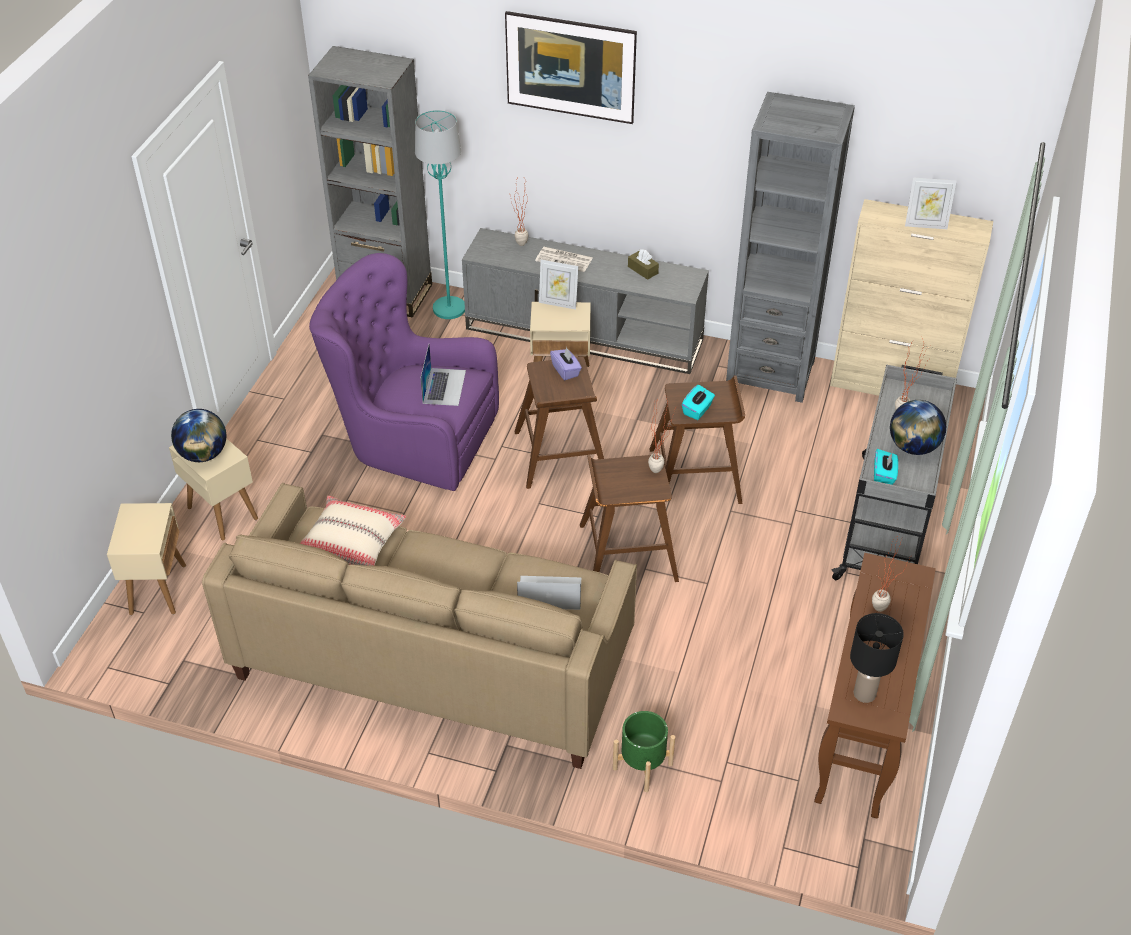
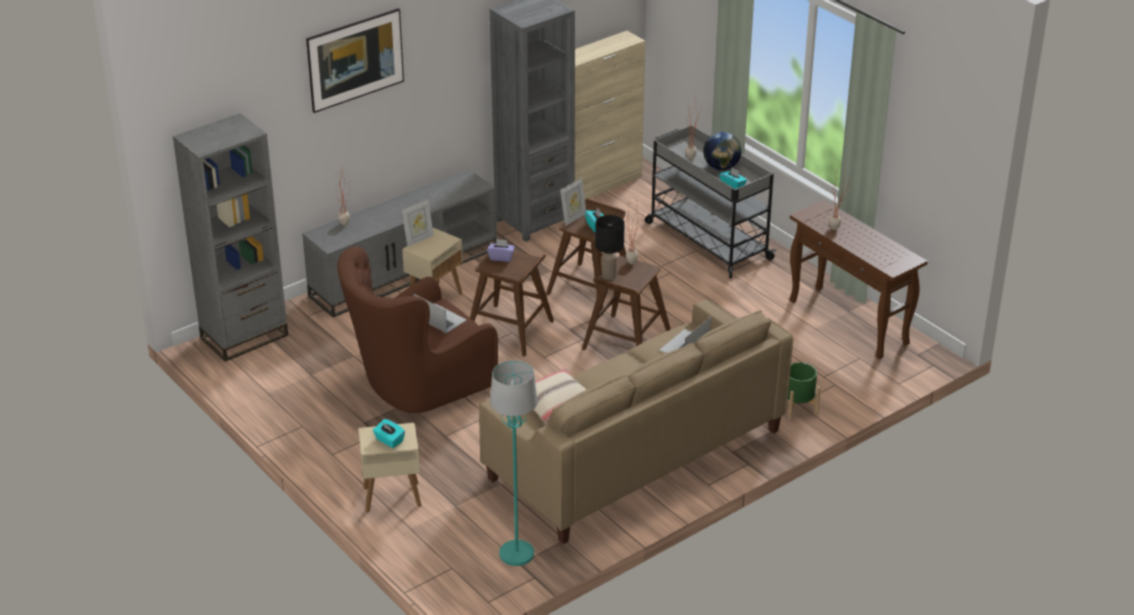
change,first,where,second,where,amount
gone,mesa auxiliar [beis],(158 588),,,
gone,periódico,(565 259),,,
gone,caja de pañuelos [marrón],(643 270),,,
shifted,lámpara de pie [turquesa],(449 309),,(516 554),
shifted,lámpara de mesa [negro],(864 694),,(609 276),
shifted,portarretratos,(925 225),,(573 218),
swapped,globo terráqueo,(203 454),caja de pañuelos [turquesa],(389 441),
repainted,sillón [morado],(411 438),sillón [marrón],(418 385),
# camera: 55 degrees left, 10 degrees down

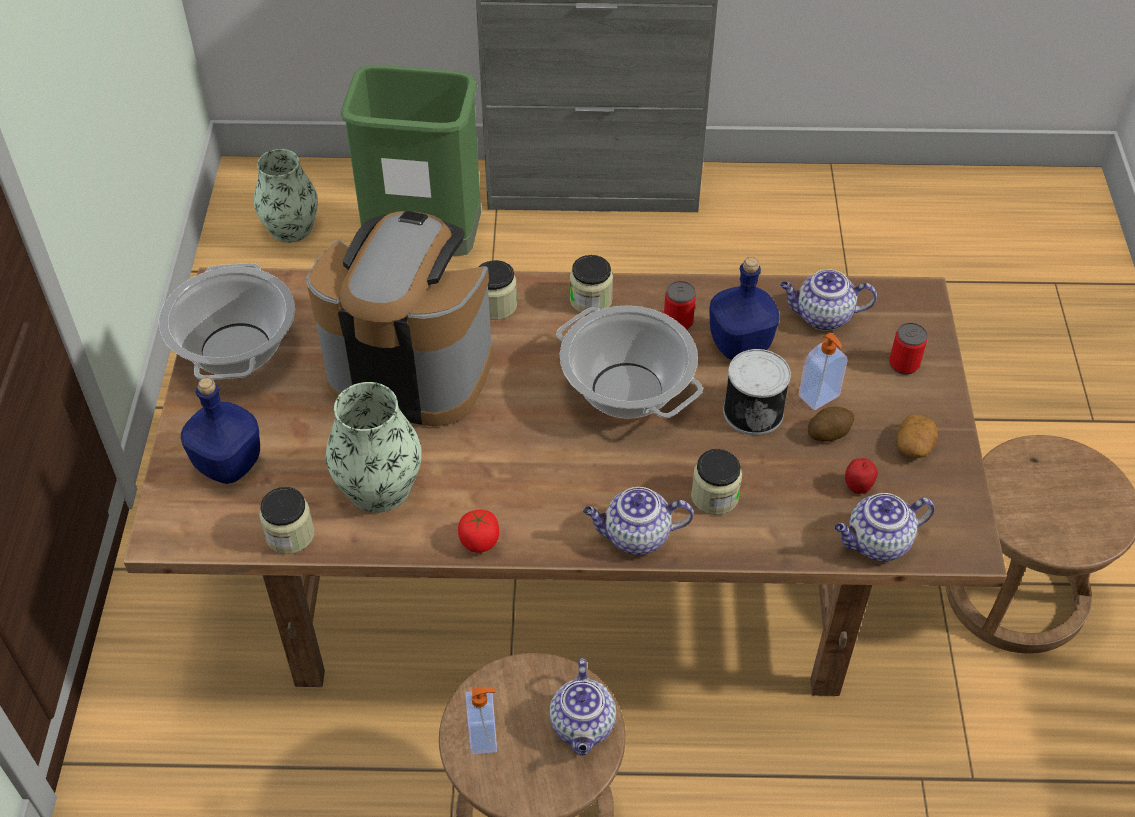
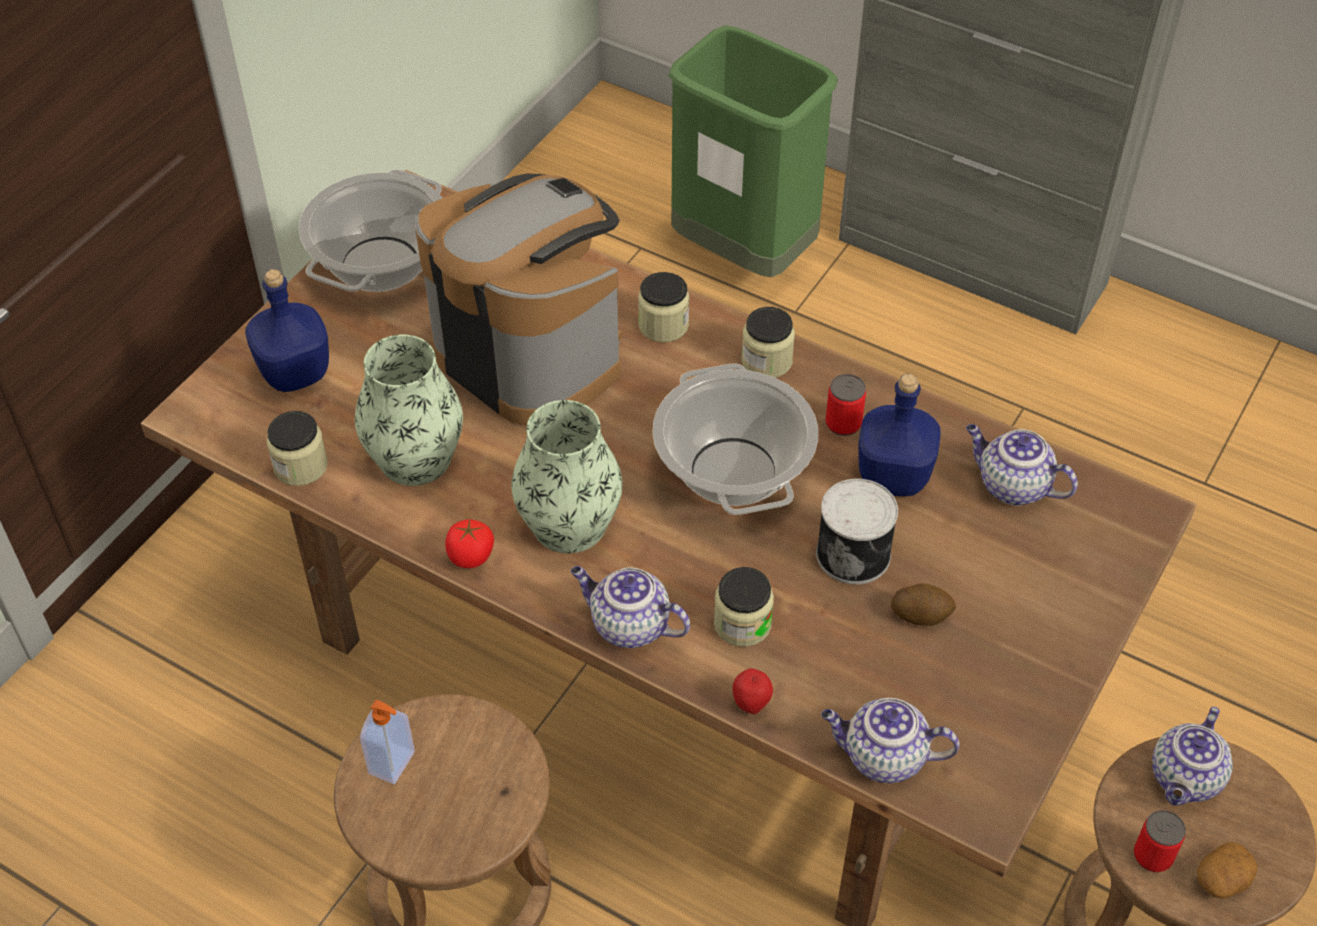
change,first,where,second,where,amount
gone,dispensador de jabón,(819 397),,,
shifted,florero,(291 227),,(569 523),
shifted,tetera,(583 726),,(1185 779),
shifted,manzana,(857 487),,(751 704),
shifted,lata,(904 364),,(1152 856),
shifted,patata,(914 446),,(1222 880),
# camera: 30 degrees right, 0 degrees up

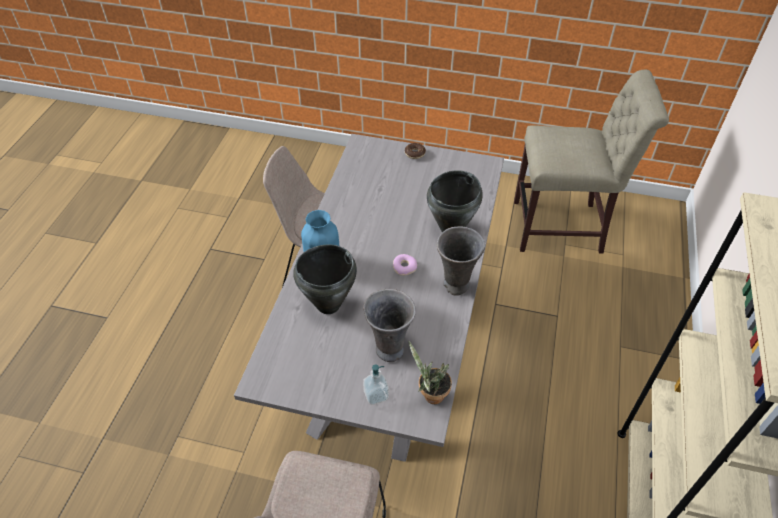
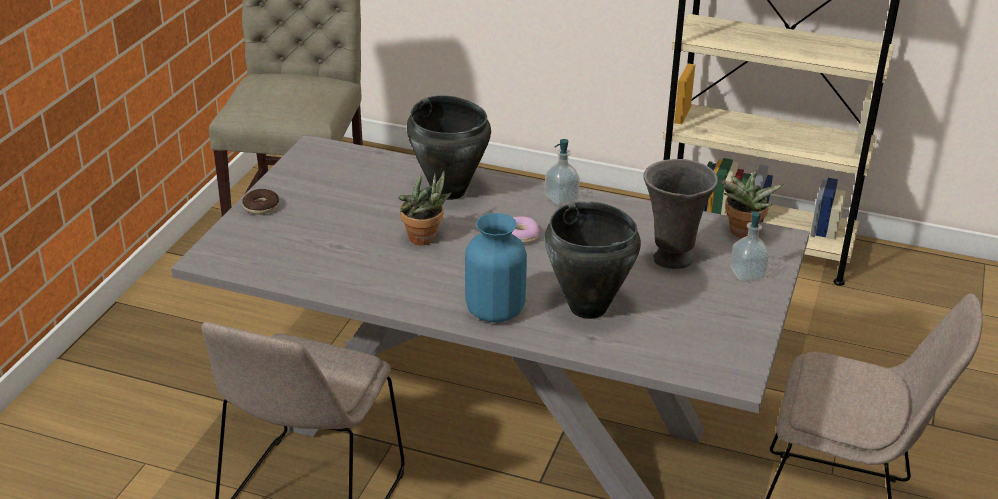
change,first,where,second,where,amount
new,,,planta en maceta,(425 240),
swapped,florero [gris],(456 286),dispensador de jabón,(561 198),
# camera: 85 degrees left, 15 degrees down

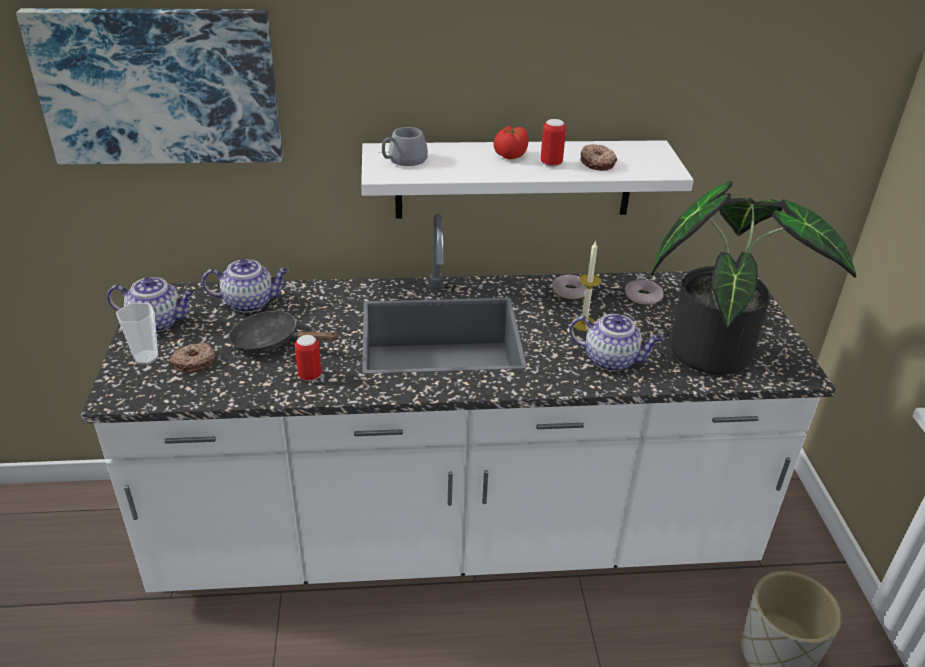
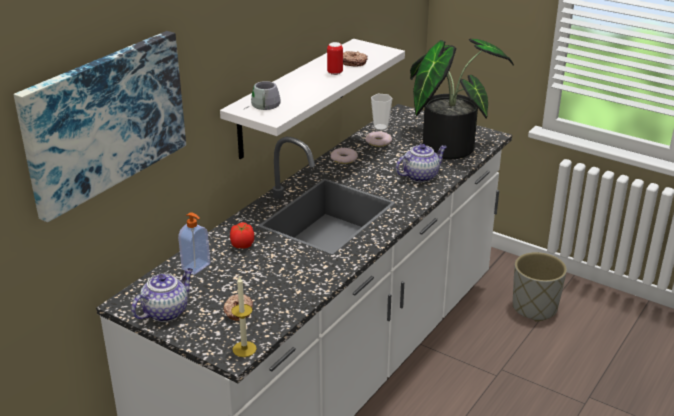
change,first,where,second,where,amount
gone,sartén [negro],(272 342),,,
gone,lata,(310 376),,,
shifted,taza,(146 357),,(380 127),
shifted,tomate,(510 156),,(242 245),
shifted,vela,(584 323),,(244 349),
swapped,tetera,(250 302),dispensador de jabón,(196 267),
# camera: 50 degrees left, 5 degrees down

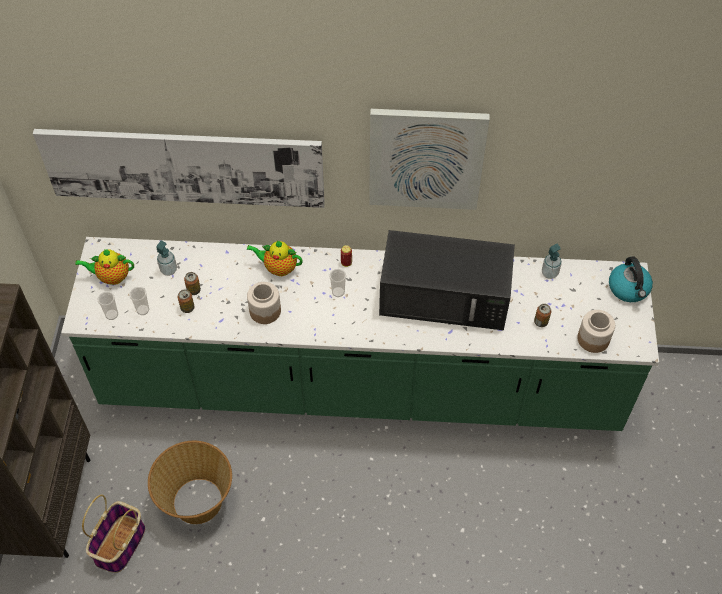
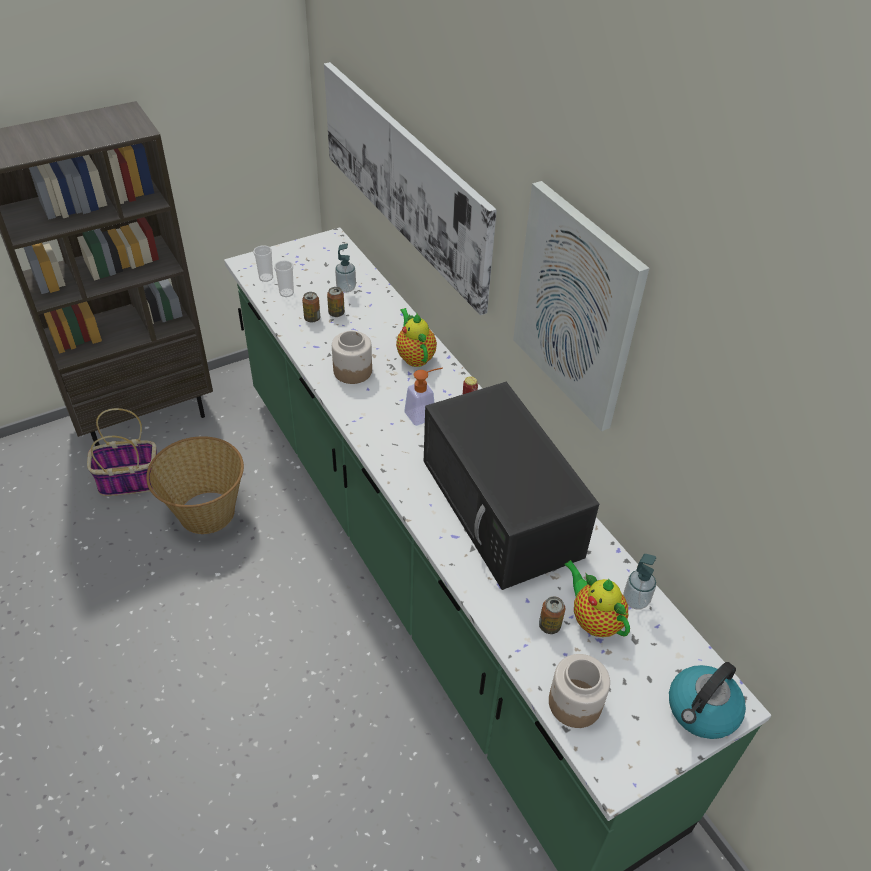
change,first,where,second,where,amount
shifted,tetera,(111 277),,(593 620),
swapped,taza,(338 292),dispensador de jabón,(424 414),
# camera: 55 degrees right, 10 degrees down

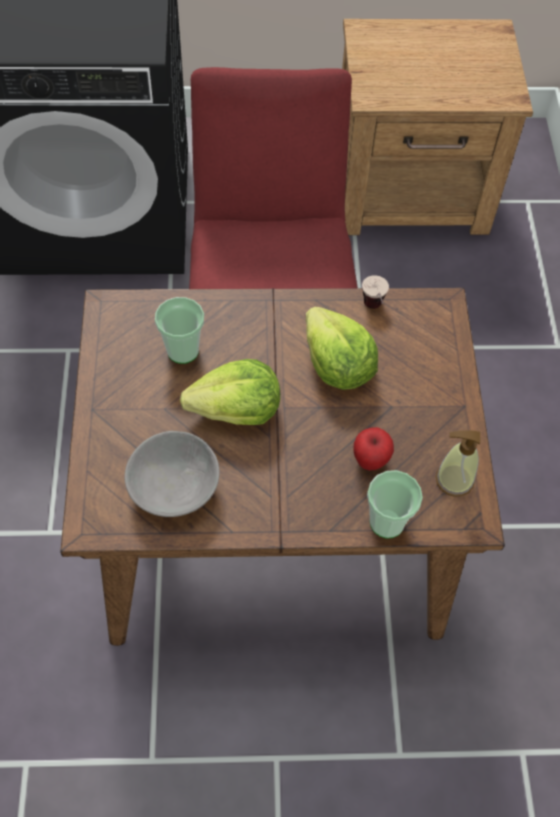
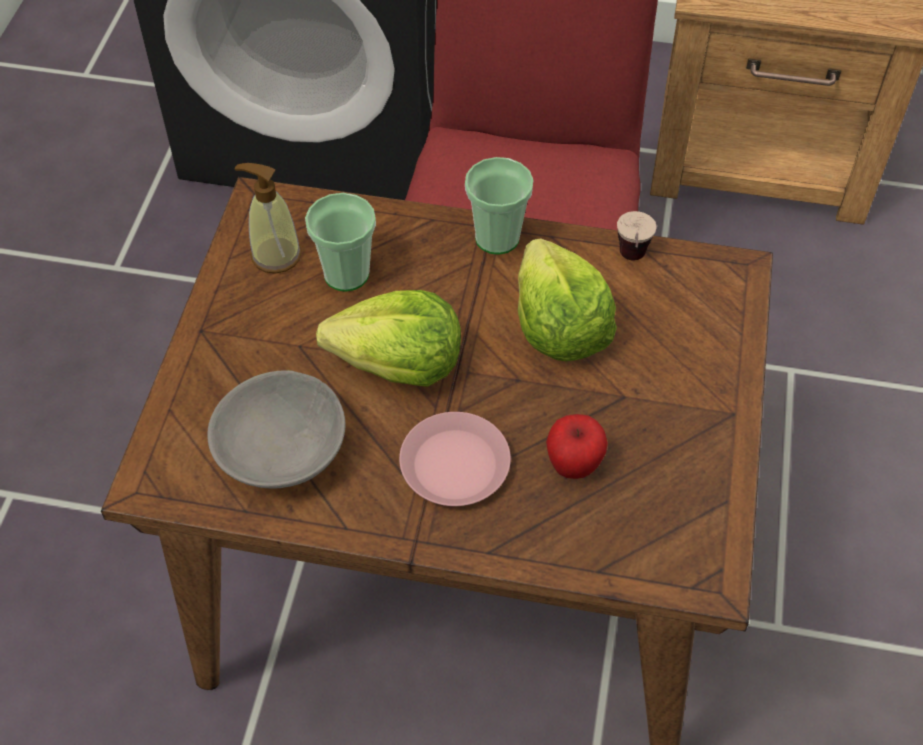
change,first,where,second,where,amount
new,,,plato [rosa],(454 466),
shifted,taza,(387 522),,(497 238),
shifted,dispensador de jabón,(454 480),,(275 255),
# camera: 15 degrees right, 5 degrees down

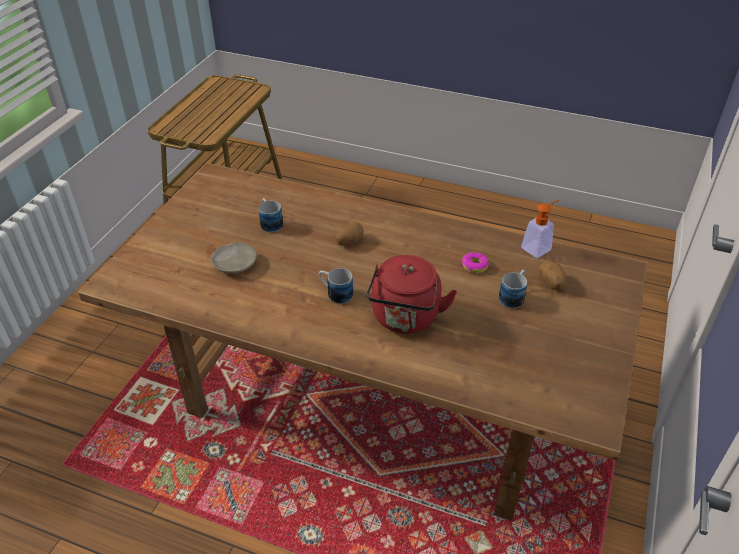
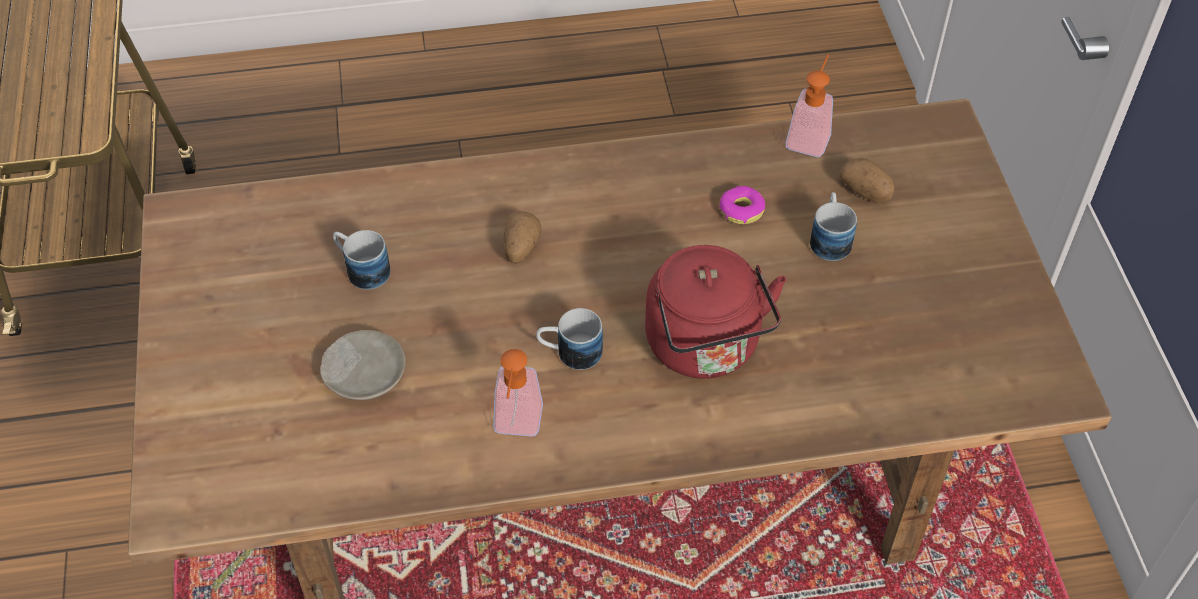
change,first,where,second,where,amount
new,,,dispensador de jabón,(517 427),
# camera: 30 degrees left, 10 degrees up

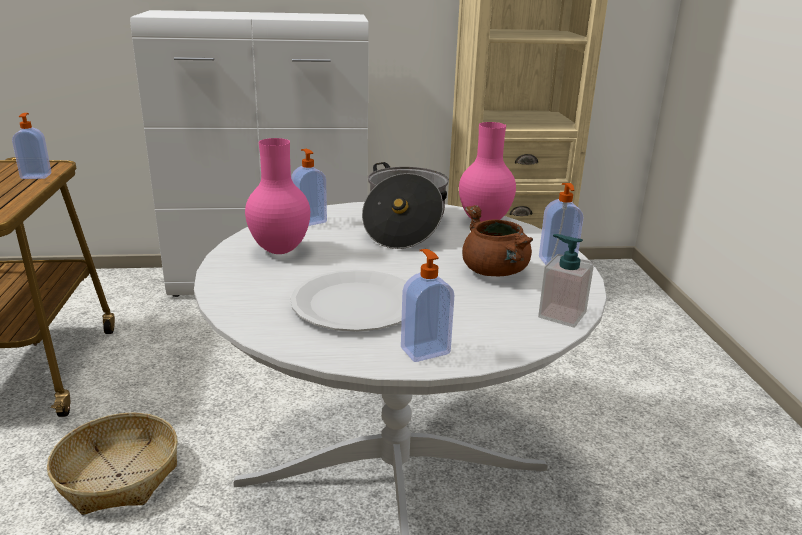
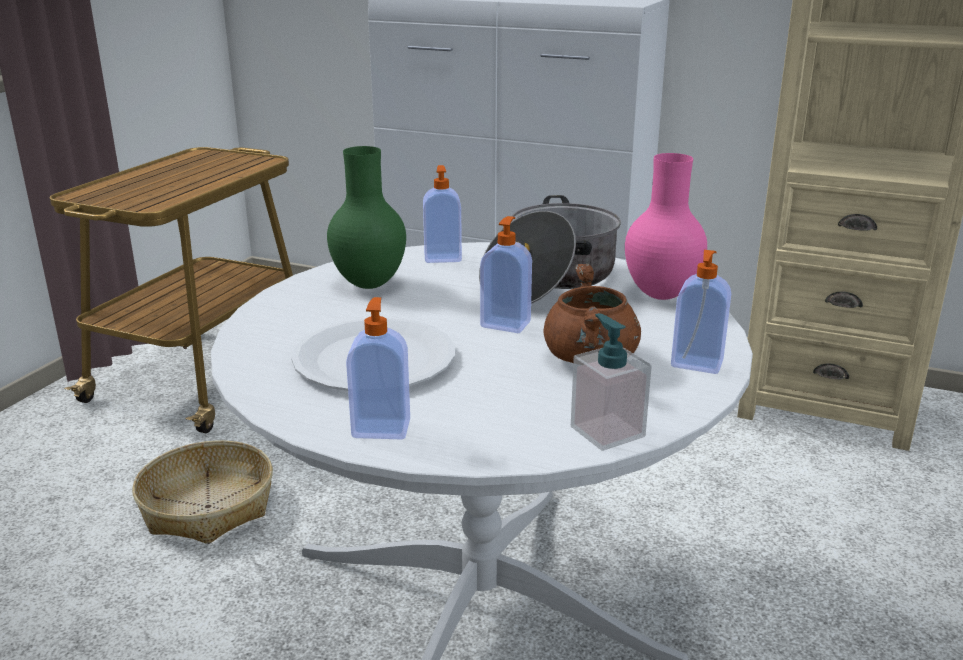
change,first,where,second,where,amount
shifted,dispensador de jabón,(36 176),,(506 324),
repainted,florero [rosa],(279 250),florero [verde],(369 284),
# camera: 30 degrees right, 0 degrees up

